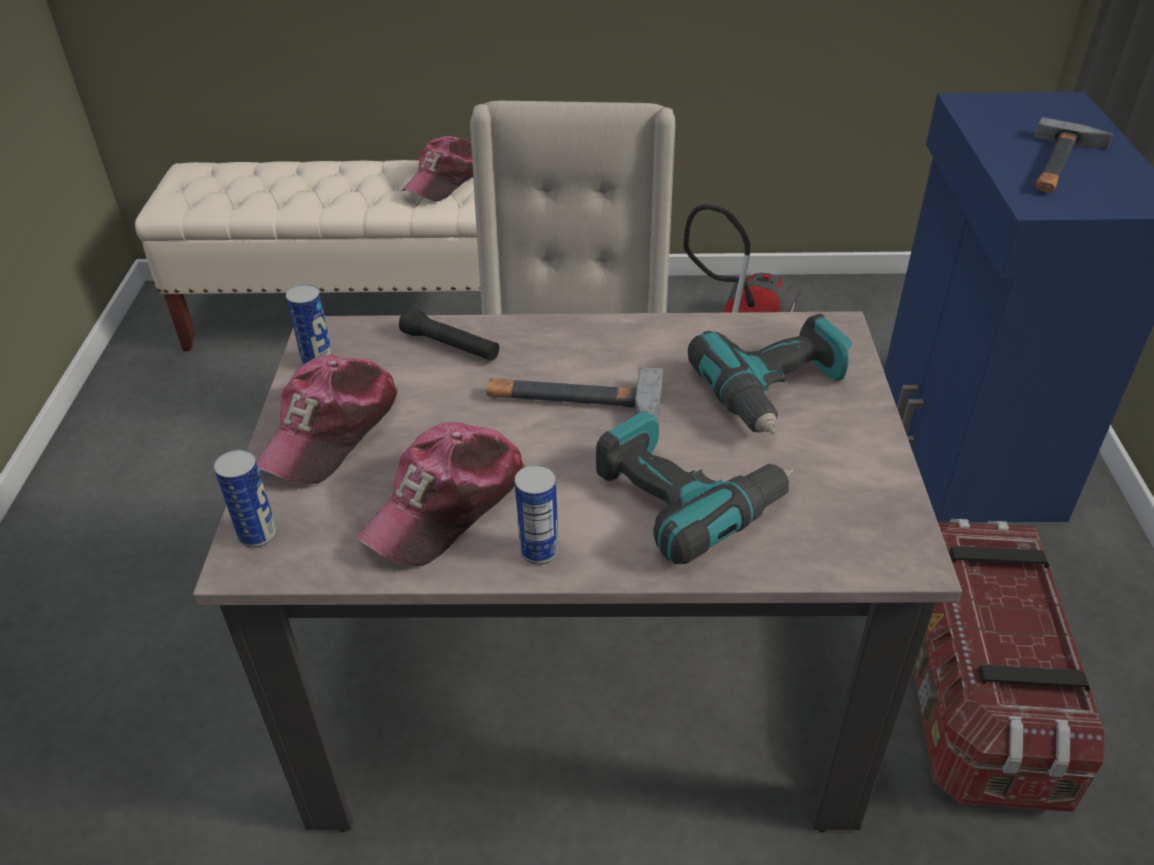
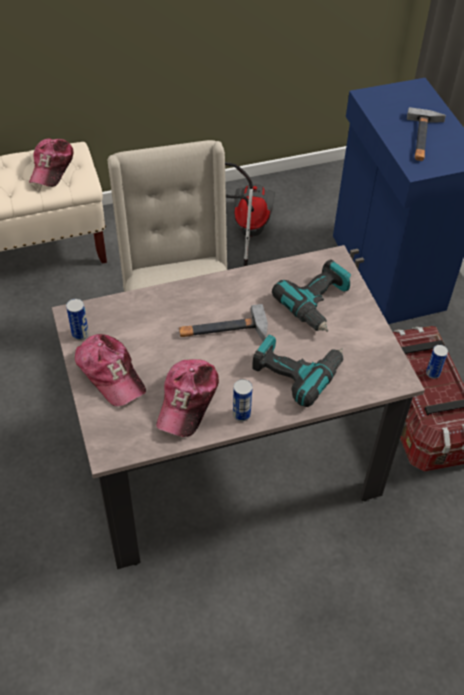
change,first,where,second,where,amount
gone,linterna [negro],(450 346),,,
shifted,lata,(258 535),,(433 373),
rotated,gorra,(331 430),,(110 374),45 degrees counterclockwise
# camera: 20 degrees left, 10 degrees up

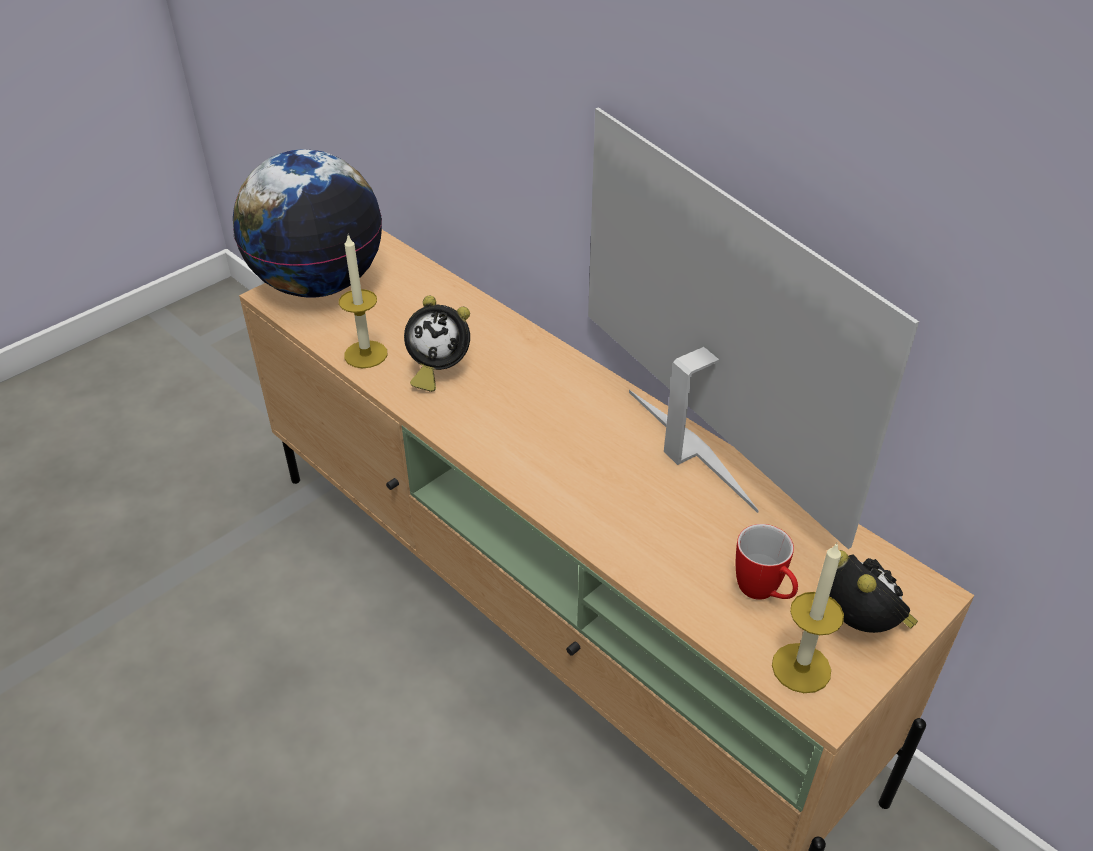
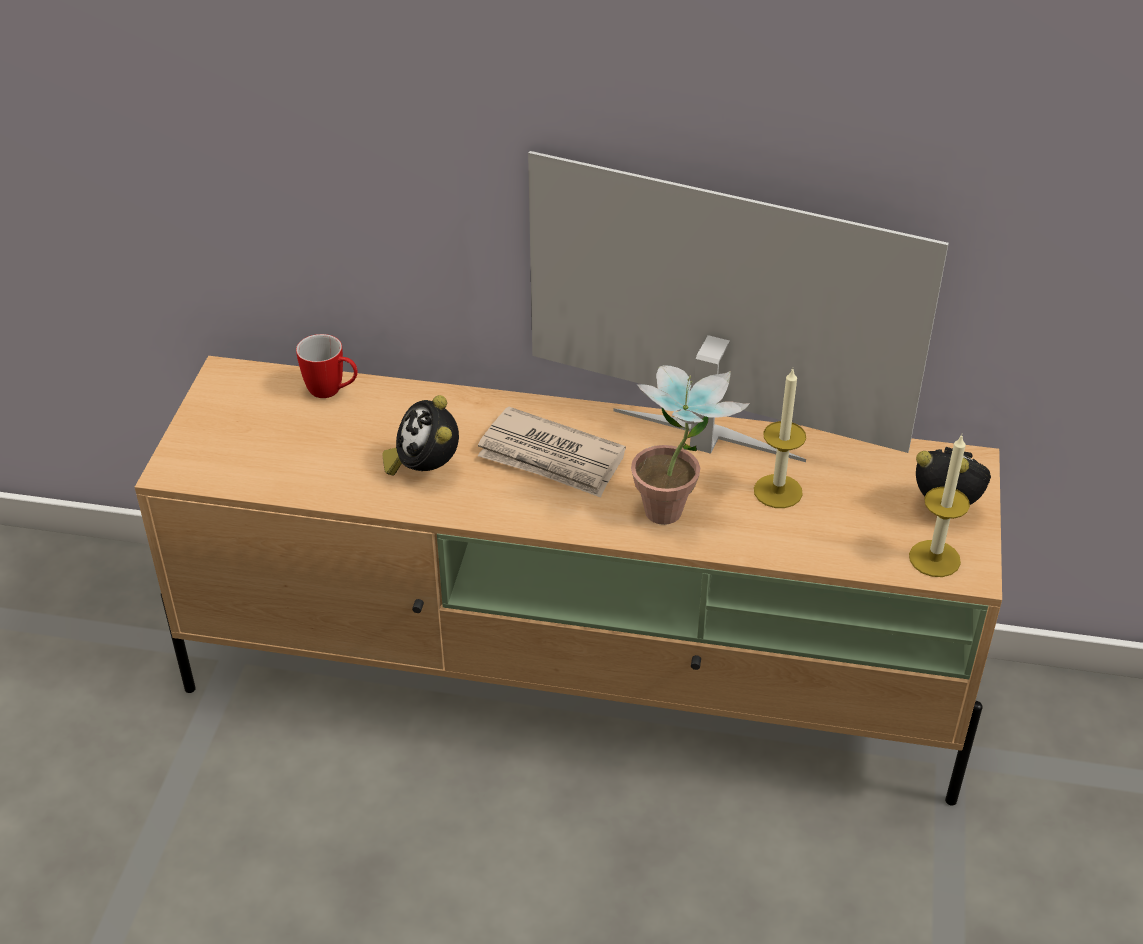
change,first,where,second,where,amount
gone,globo terráqueo,(318 284),,,
new,,,periódico,(551 458),
new,,,planta en maceta,(678 510),
shifted,vela,(366 354),,(778 491),
shifted,taza grande,(763 593),,(332 392),
rotated,despertador,(437 371),,(425 468),105 degrees clockwise
# camera: 35 degrees left, 0 degrees up

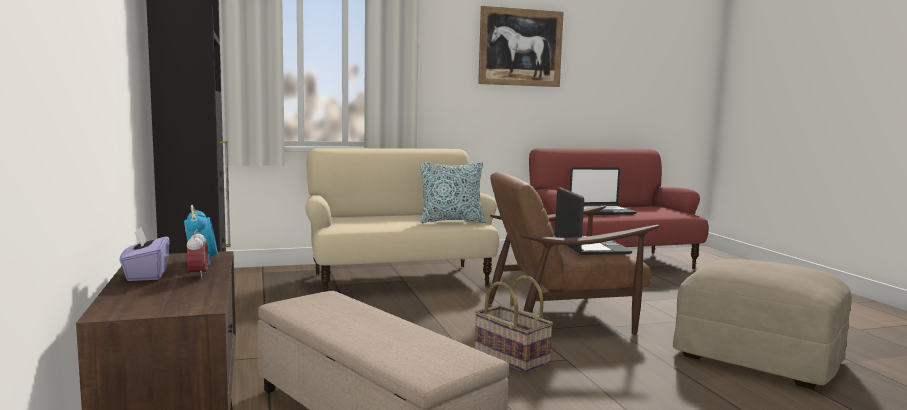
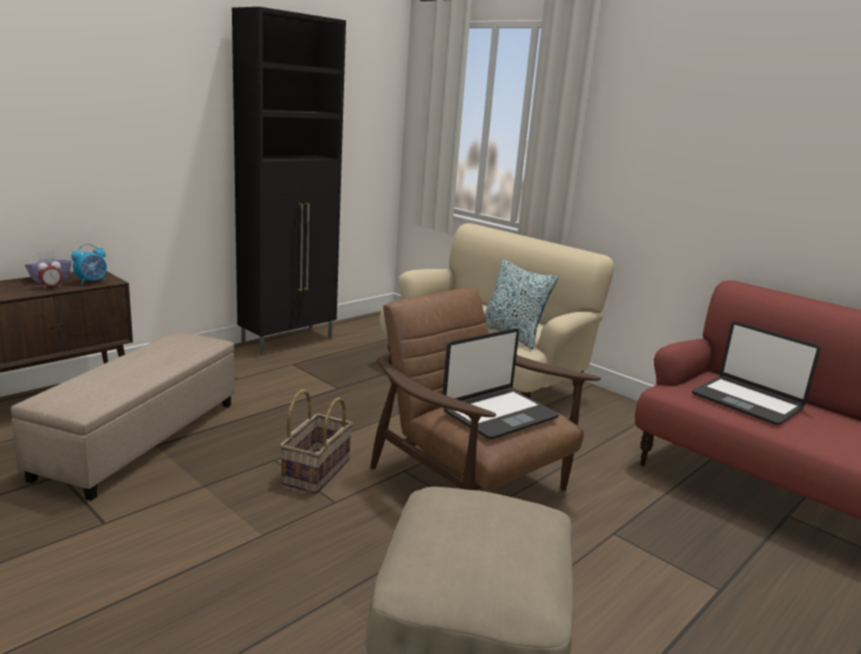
change,first,where,second,where,amount
gone,cuadro,(520 47),,,
# camera: 60 degrees right, 10 degrees up

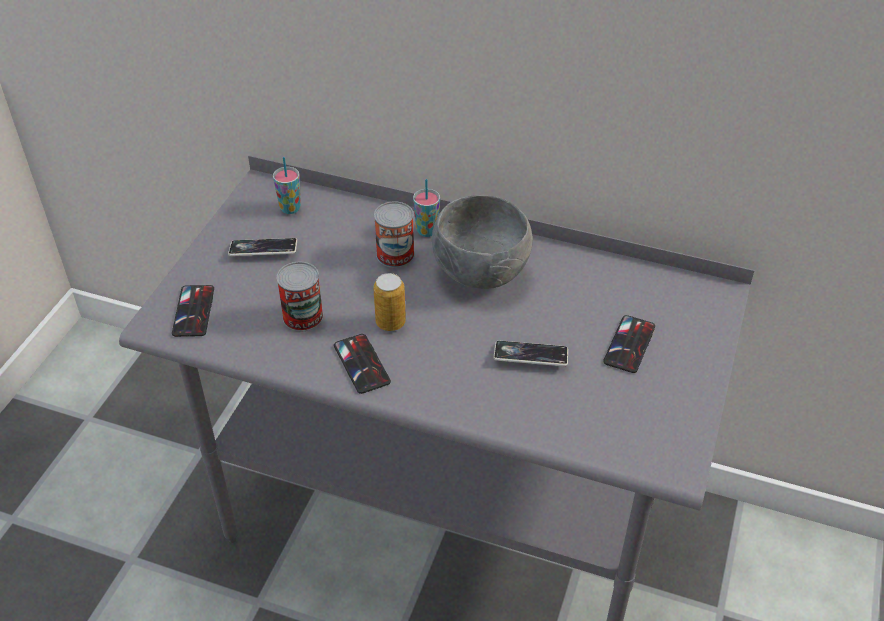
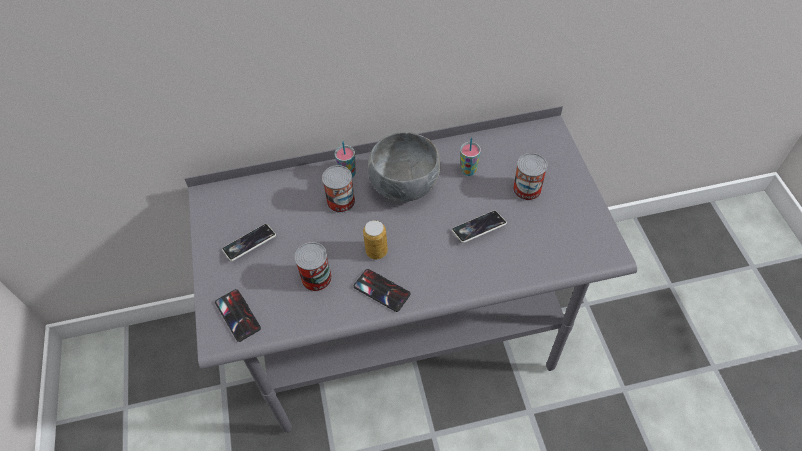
change,first,where,second,where,amount
shifted,taza,(290 208),,(468 170),
swapped,móvil,(629 344),lata,(527 189),
# camera: 30 degrees left, 10 degrees up

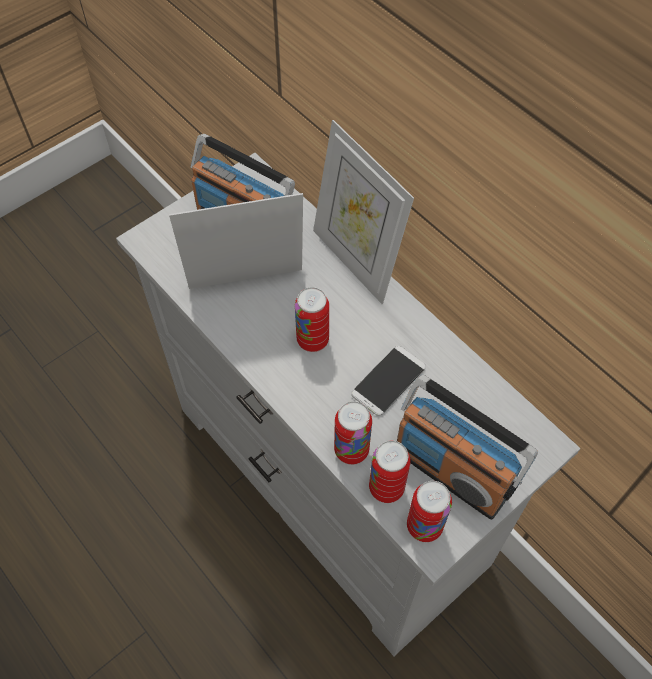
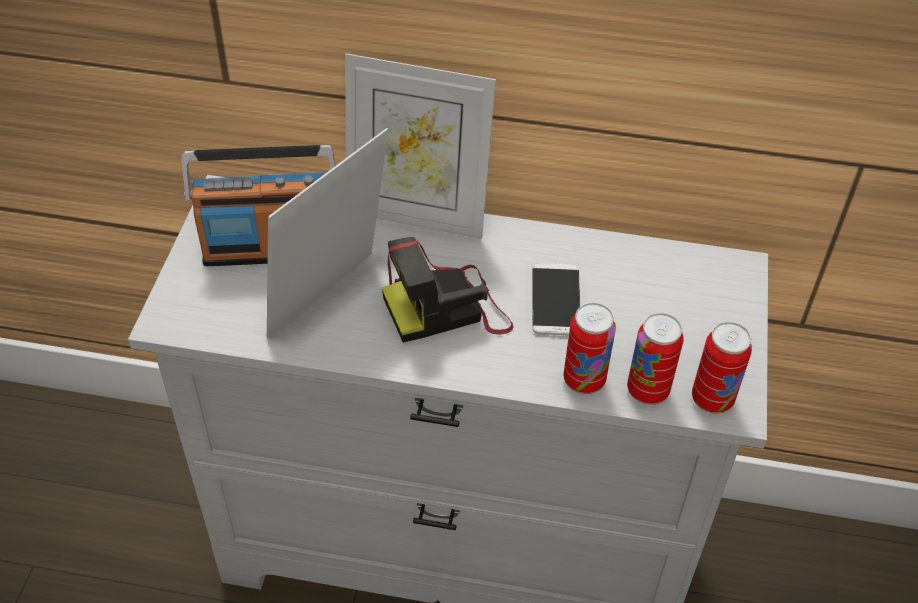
change,first,where,second,where,amount
gone,radio,(451 471),,,
swapped,lata,(312 340),cámara,(448 309),
# camera: 40 degrees left, 10 degrees down

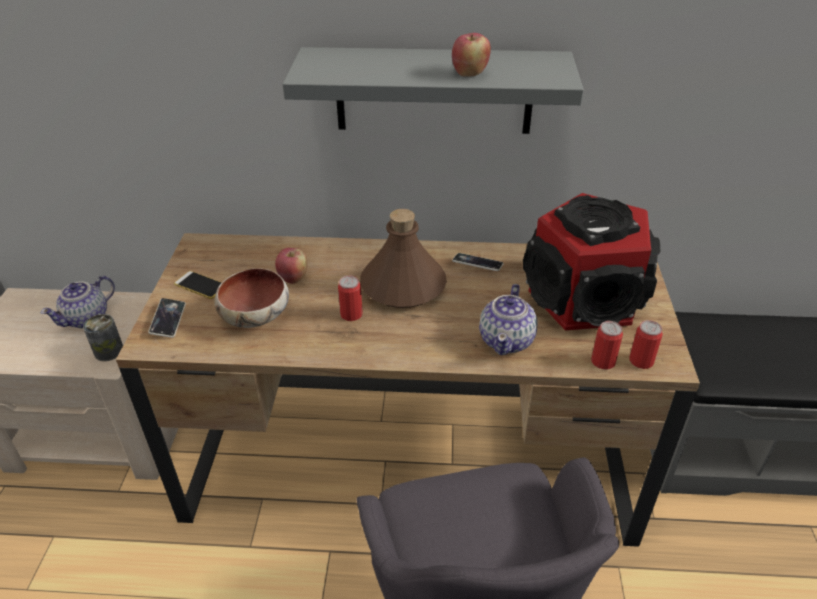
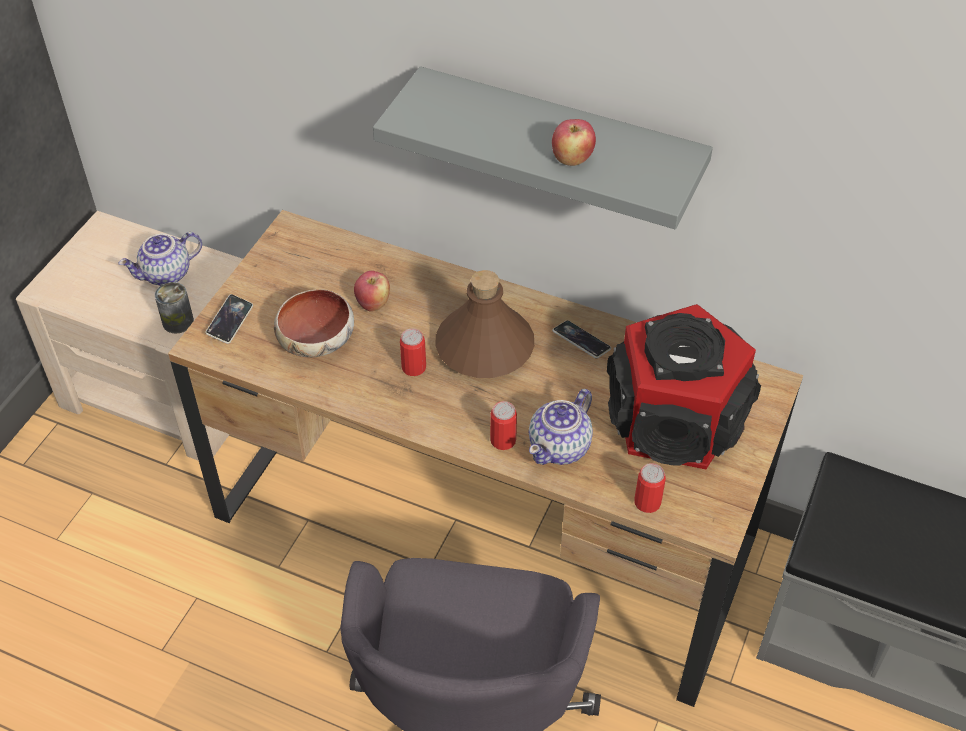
change,first,where,second,where,amount
gone,móvil,(200 285),,,
shifted,lata,(641 361),,(503 440),
# camera: 20 degrees right, 10 degrees up

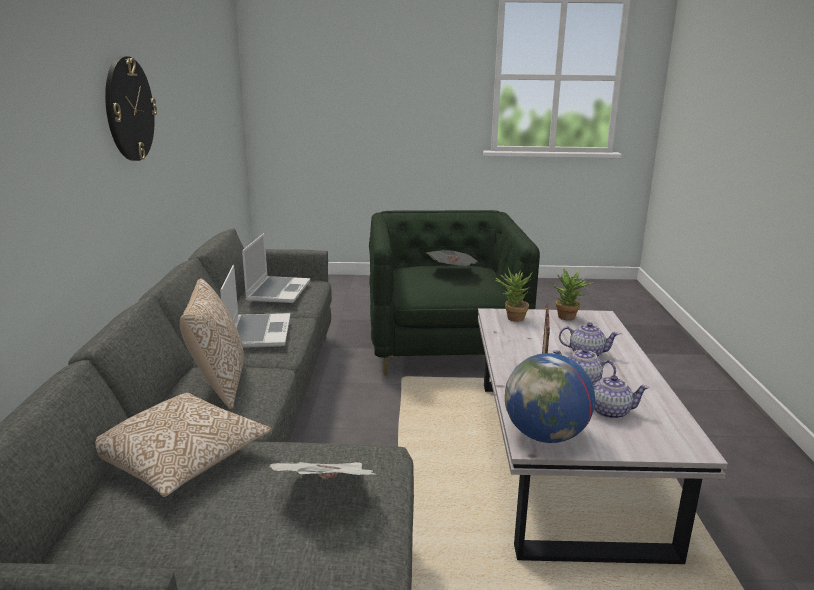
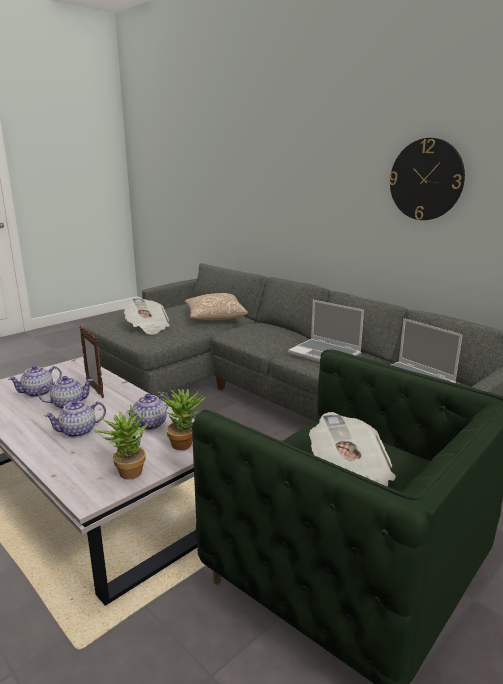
change,first,where,second,where,amount
gone,cojín,(218 385),,,
gone,globo terráqueo,(545 436),,,
new,,,tetera,(150 424),
# camera: 135 degrees right, 0 degrees up

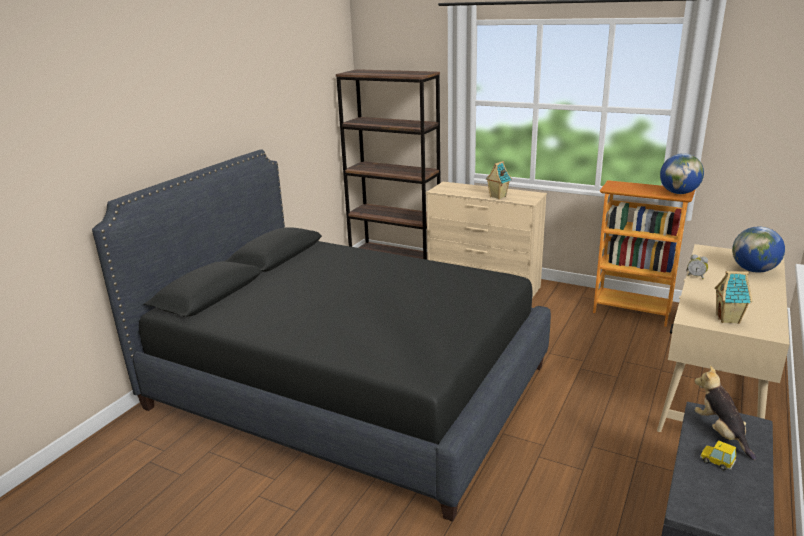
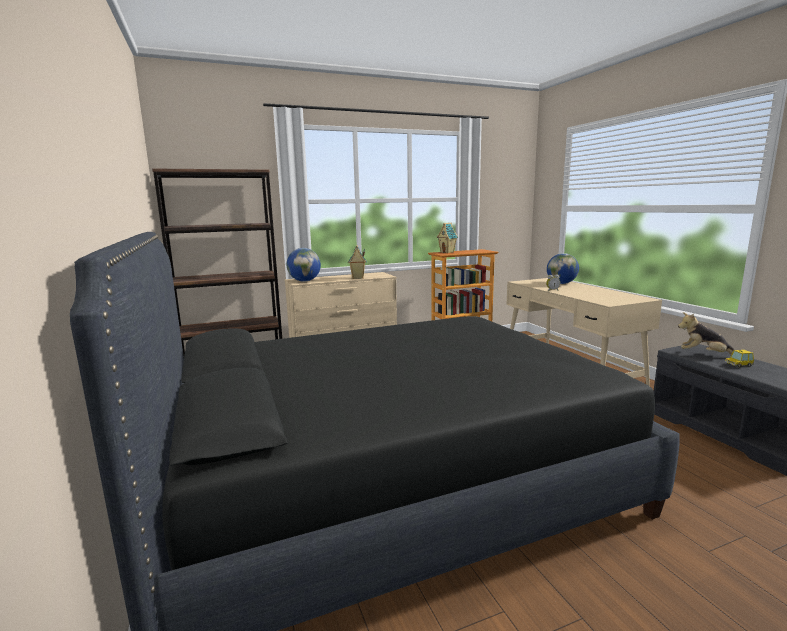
change,first,where,second,where,amount
shifted,globo terráqueo,(678 193),,(304 281),
shifted,casita,(728 319),,(447 252),
# camera: 50 degrees left, 10 degrees down

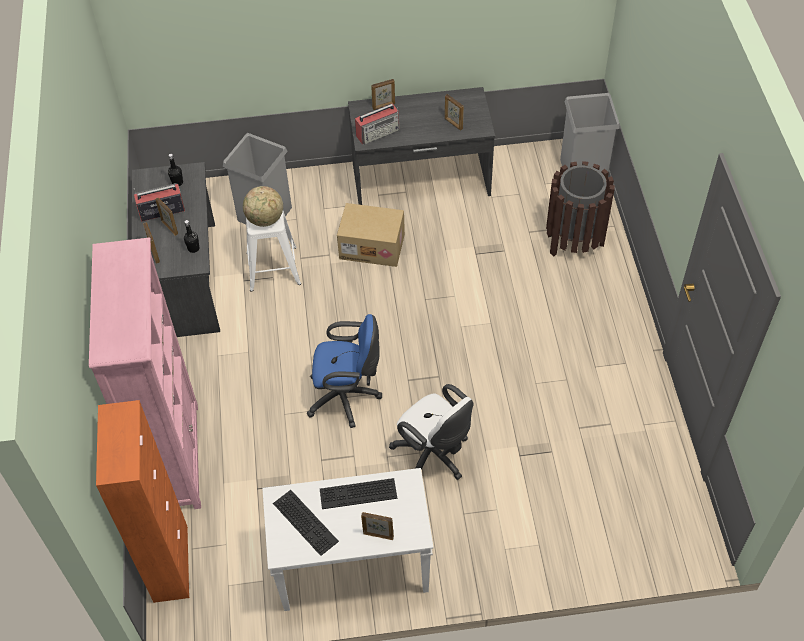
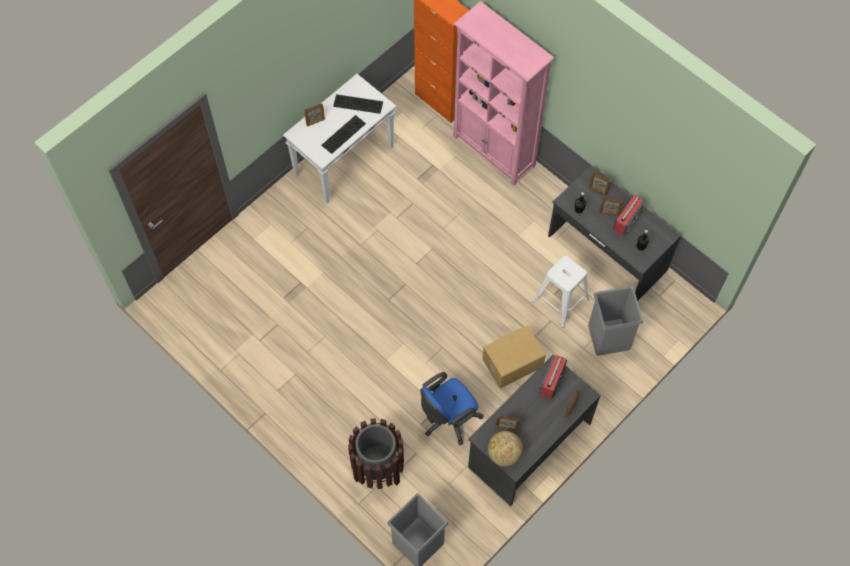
change,first,where,second,where,amount
gone,silla de oficina [blanco],(434 456),,,
shifted,globo terráqueo,(265 219),,(504 454),
shifted,silla de oficina [azul],(347 397),,(448 419),
# camera: 140 degrees right, 10 degrees up

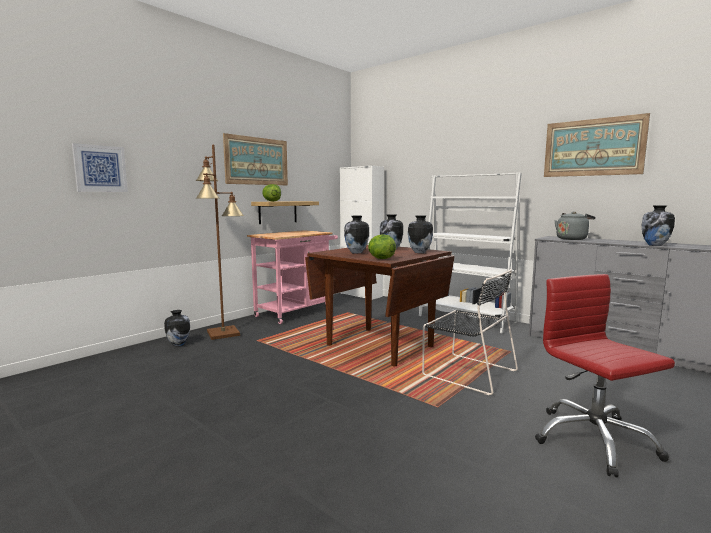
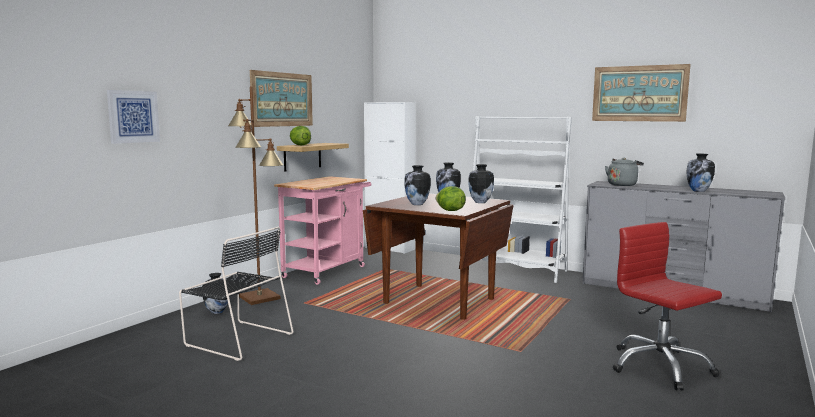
change,first,where,second,where,amount
shifted,silla [negro],(467 372),,(237 339),
# camera: 10 degrees left, 0 degrees up

